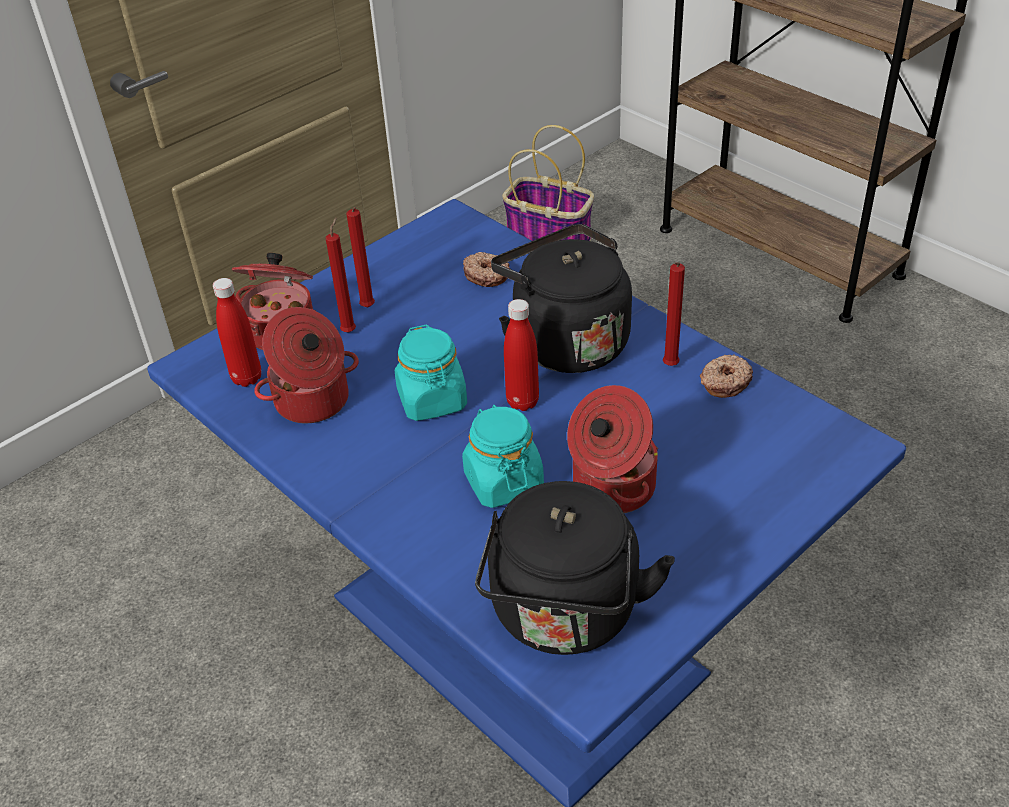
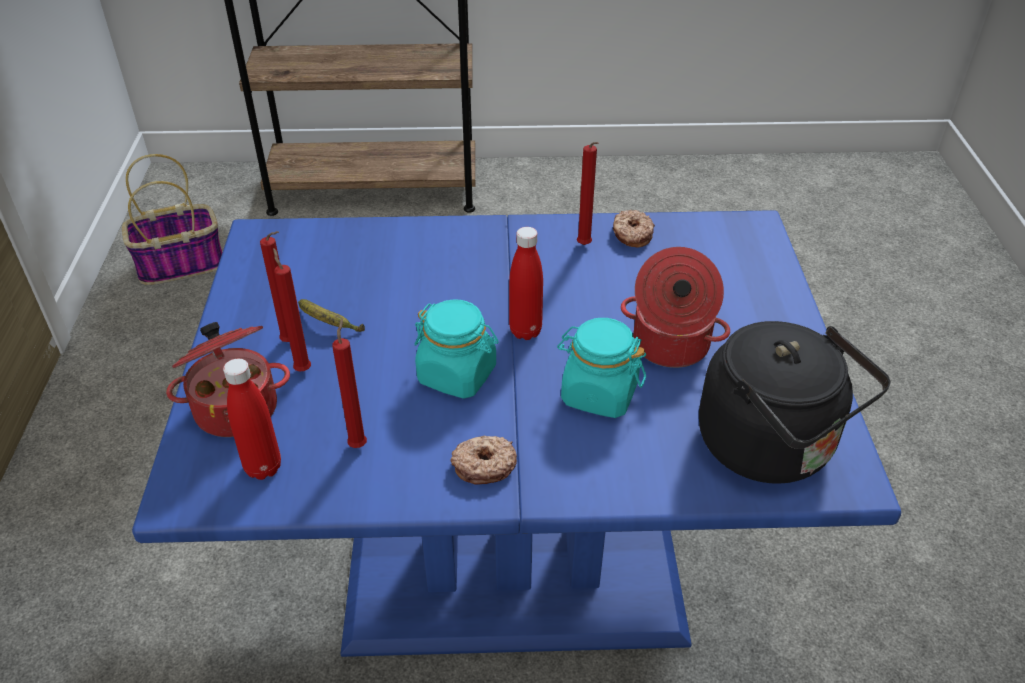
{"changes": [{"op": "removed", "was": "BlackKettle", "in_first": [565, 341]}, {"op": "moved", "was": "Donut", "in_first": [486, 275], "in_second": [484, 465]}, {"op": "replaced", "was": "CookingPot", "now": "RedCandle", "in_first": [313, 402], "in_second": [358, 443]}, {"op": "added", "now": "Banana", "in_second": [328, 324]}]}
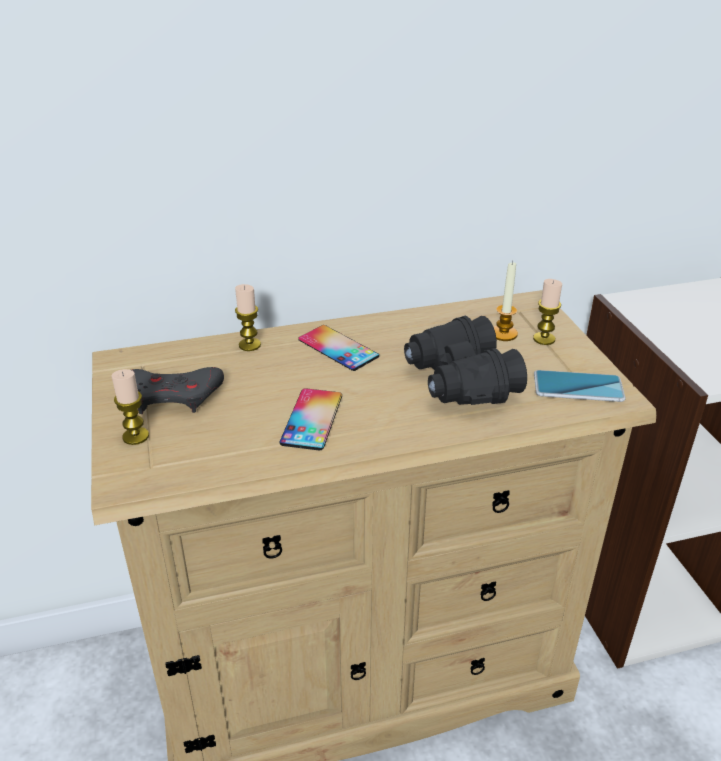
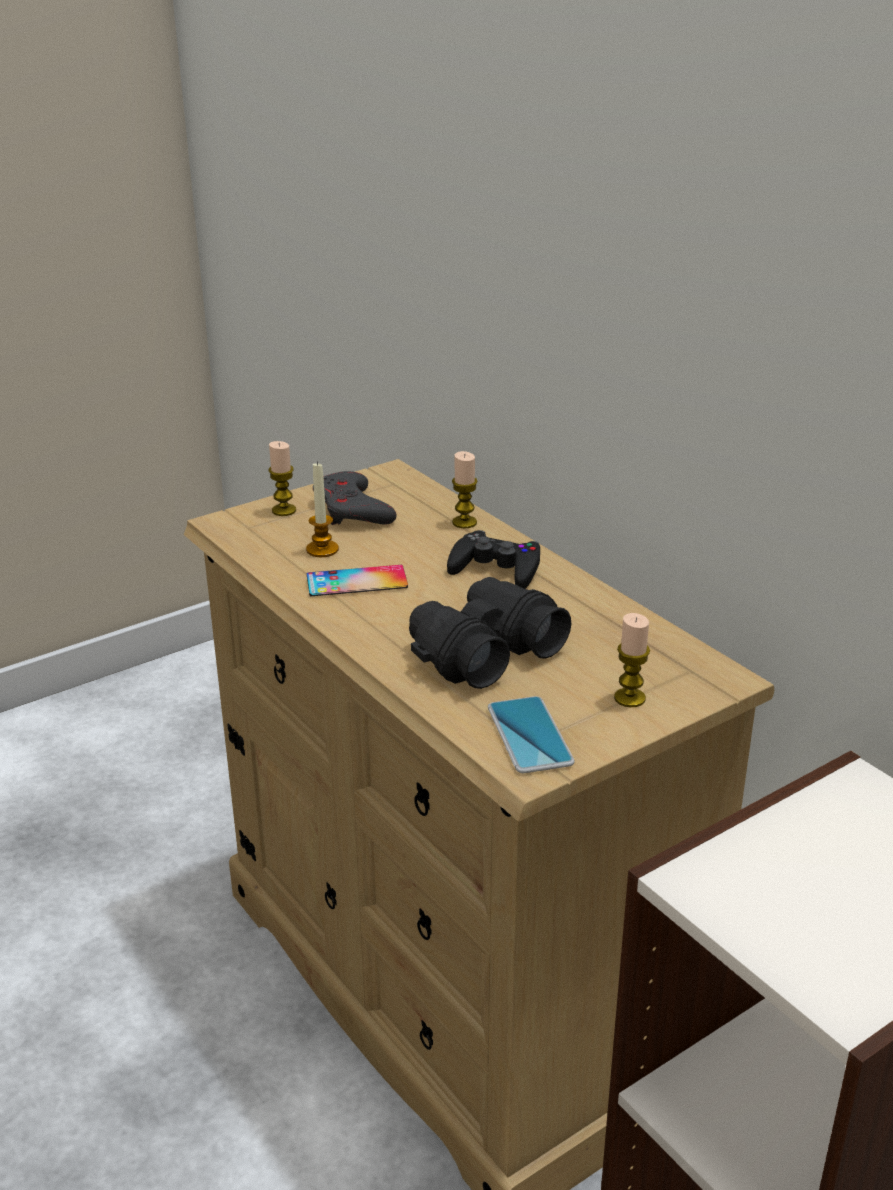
{"changes": [{"op": "moved", "was": "Candle", "in_first": [503, 334], "in_second": [322, 549]}, {"op": "replaced", "was": "Phone", "now": "BlackGameController", "in_first": [338, 348], "in_second": [496, 569]}]}
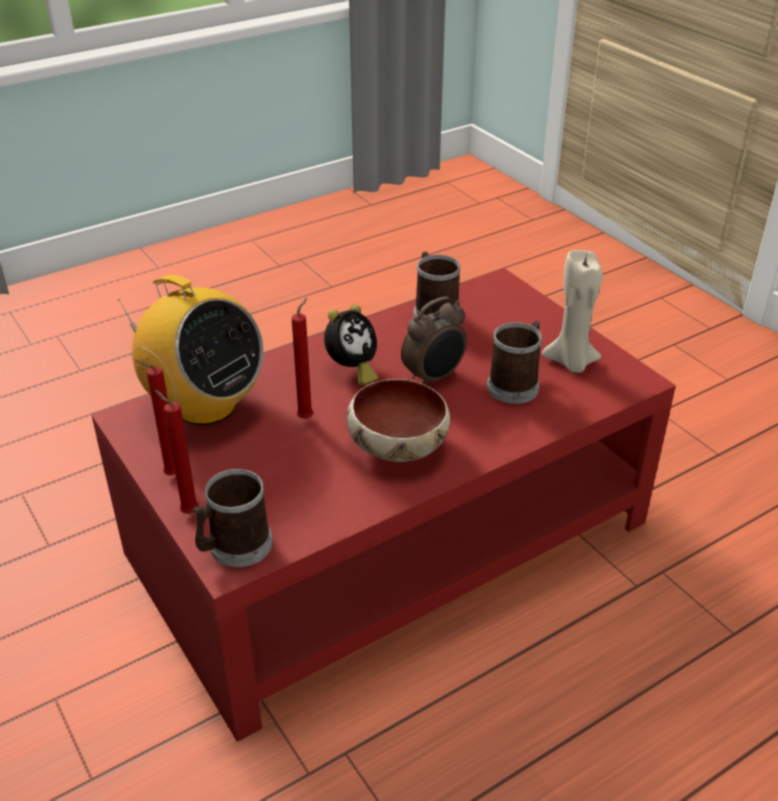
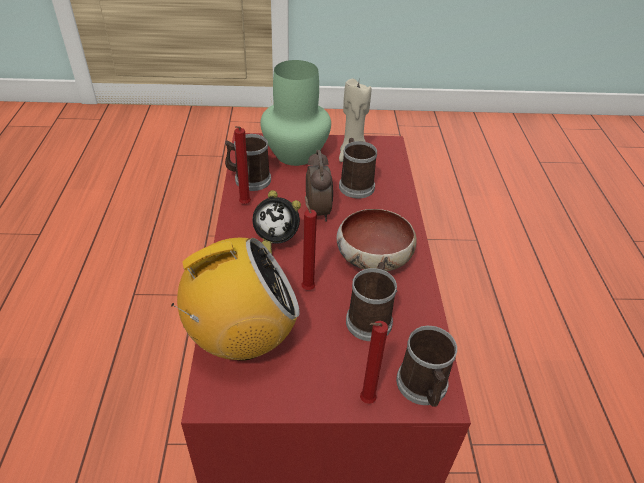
{"changes": [{"op": "turned", "was": "AlarmClock", "in_first": [352, 370], "in_second": [275, 242], "clockwise": 120}, {"op": "moved", "was": "RedCandle", "in_first": [170, 475], "in_second": [244, 205]}, {"op": "added", "now": "GreenVase", "in_second": [294, 154]}, {"op": "added", "now": "Mug", "in_second": [370, 318]}]}
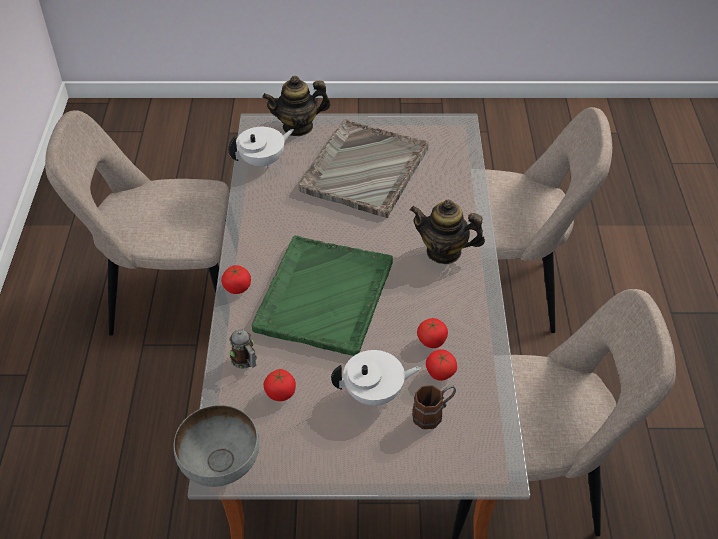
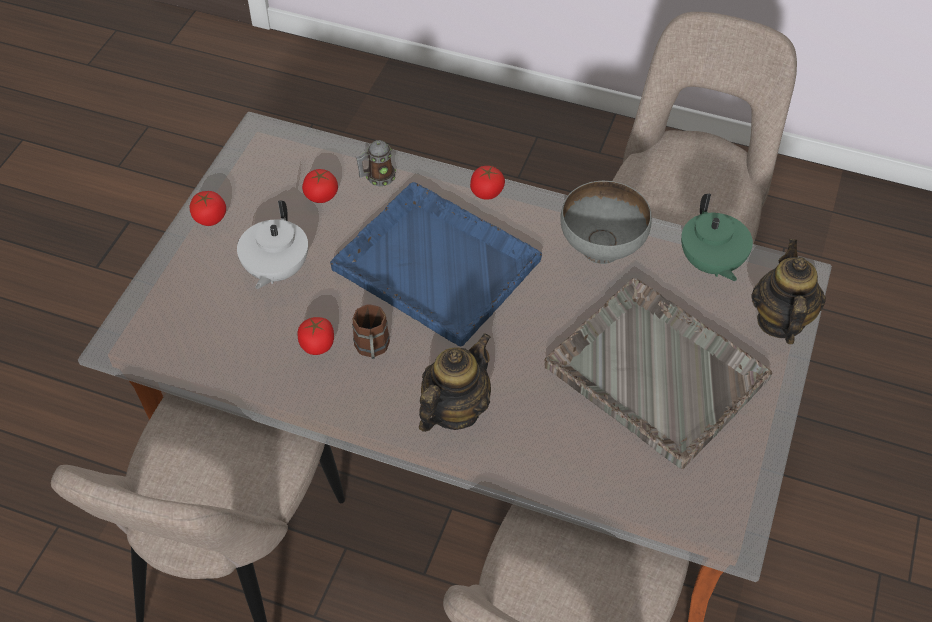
{"changes": [{"op": "recoloured", "was": "WhiteTeapot", "now": "GreenTeapot", "in_first": [263, 161], "in_second": [710, 263]}, {"op": "recoloured", "was": "GreenTray", "now": "BlueTray", "in_first": [323, 297], "in_second": [435, 263]}, {"op": "moved", "was": "Tomato", "in_first": [440, 372], "in_second": [210, 218]}, {"op": "moved", "was": "BrownMug", "in_first": [433, 414], "in_second": [372, 350]}, {"op": "moved", "was": "GreyBowl", "in_first": [221, 466], "in_second": [602, 248]}]}
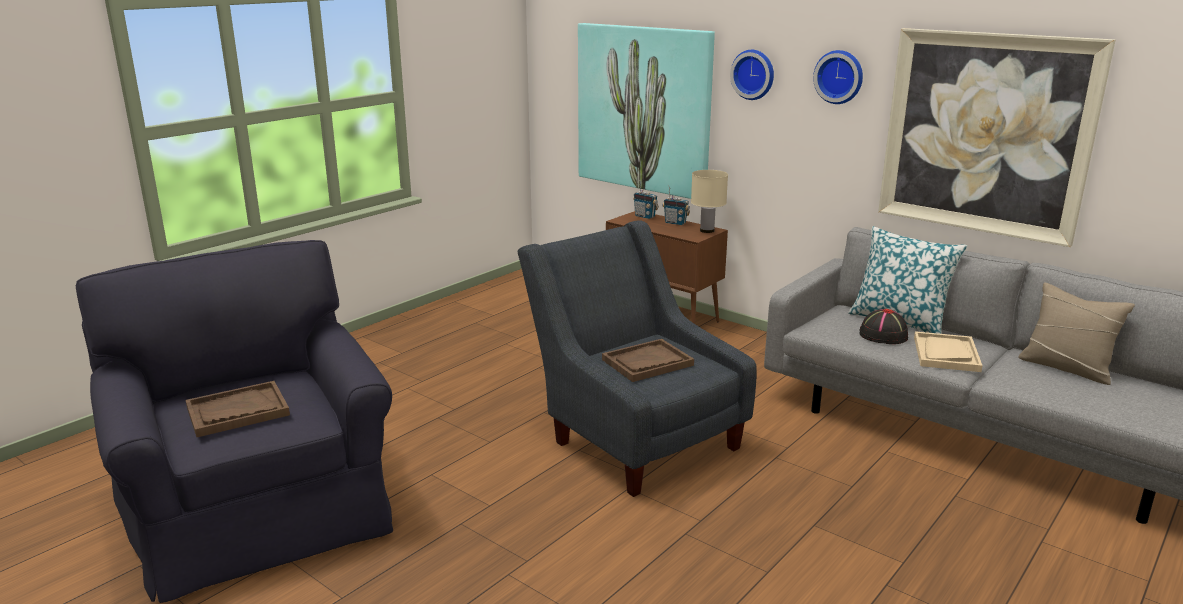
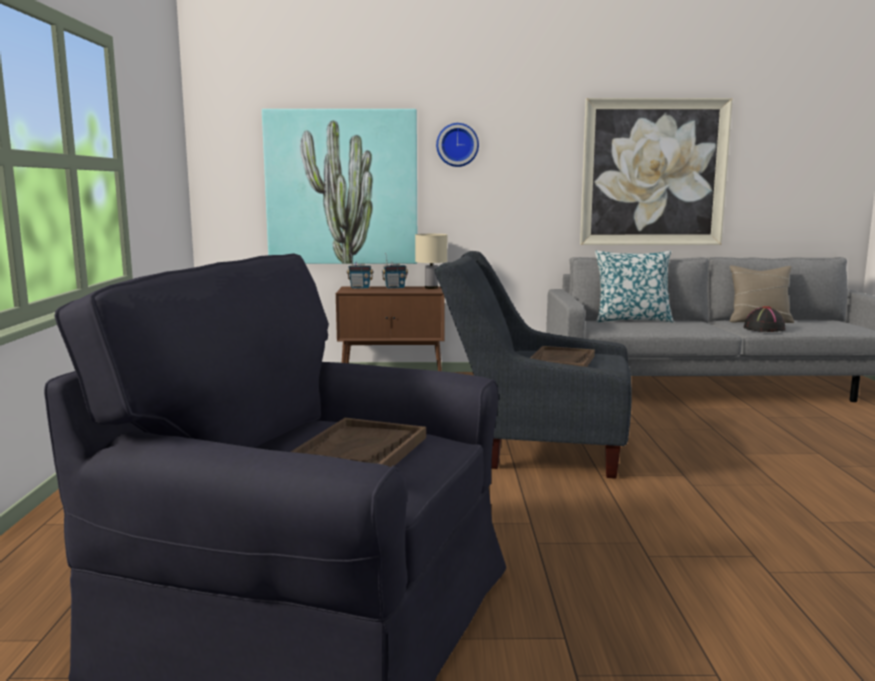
{"changes": [{"op": "removed", "was": "WallClock", "in_first": [839, 76]}, {"op": "moved", "was": "BlackHat", "in_first": [882, 335], "in_second": [763, 329]}, {"op": "removed", "was": "BeigeTray", "in_first": [946, 354]}]}
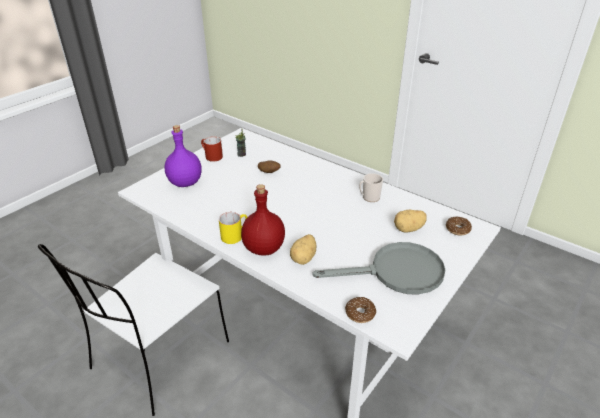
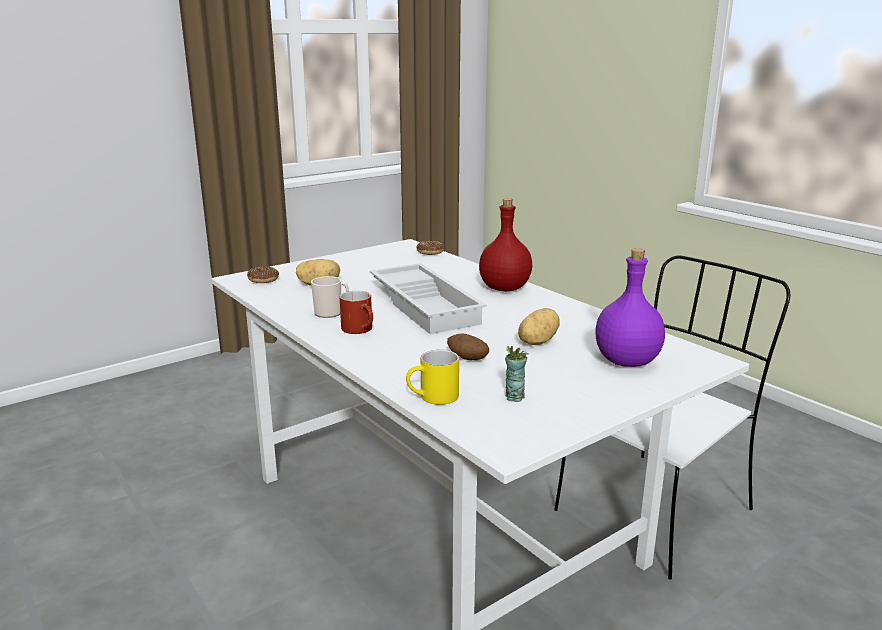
{"changes": [{"op": "moved", "was": "RedMug", "in_first": [211, 156], "in_second": [361, 330]}, {"op": "moved", "was": "YellowMug", "in_first": [235, 235], "in_second": [433, 398]}, {"op": "moved", "was": "Potato", "in_first": [304, 258], "in_second": [536, 342]}, {"op": "removed", "was": "GreyFryingPan", "in_first": [396, 273]}, {"op": "added", "now": "WhiteTray", "in_second": [427, 305]}]}
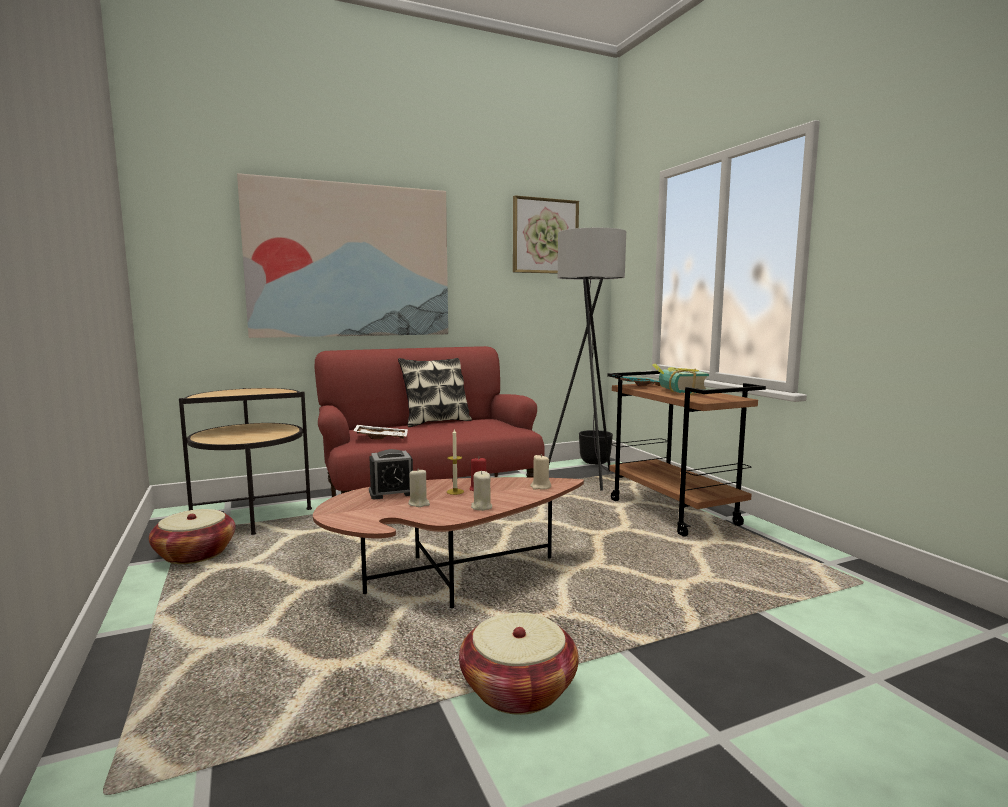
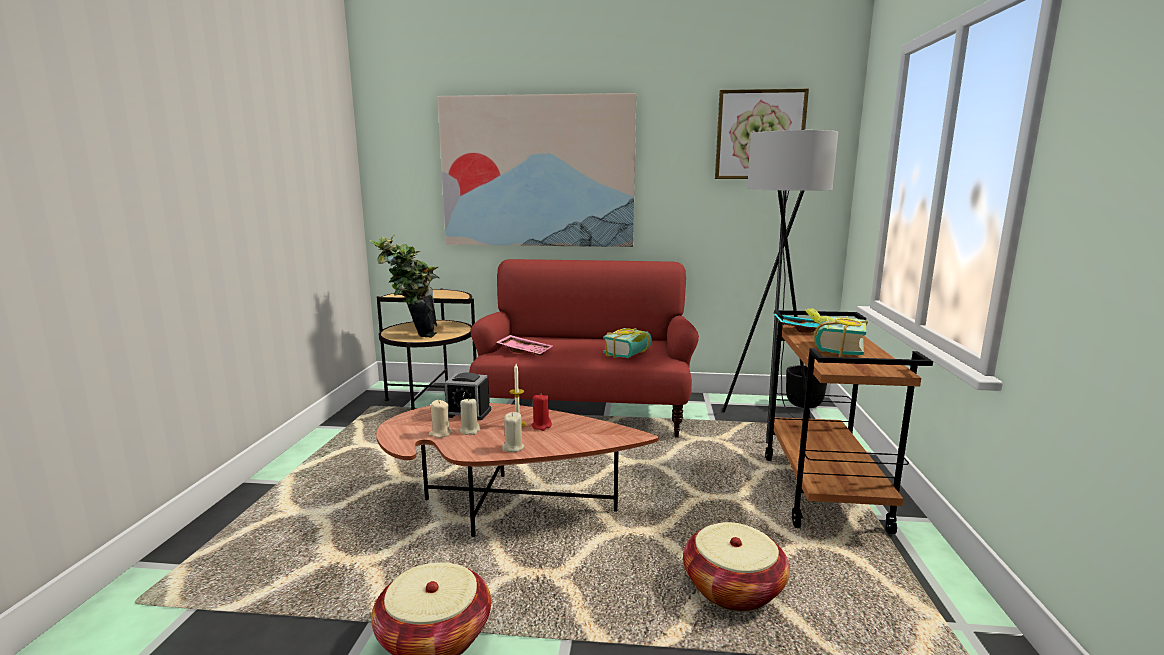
{"changes": [{"op": "removed", "was": "Pillow", "in_first": [436, 422]}, {"op": "recoloured", "was": "WhiteTray", "now": "PinkTray", "in_first": [381, 438], "in_second": [525, 351]}, {"op": "moved", "was": "BeigeCandle", "in_first": [540, 487], "in_second": [440, 433]}, {"op": "moved", "was": "Basket", "in_first": [195, 554], "in_second": [733, 588]}, {"op": "added", "now": "PottedPlant", "in_second": [411, 336]}, {"op": "added", "now": "Book", "in_second": [631, 354]}]}
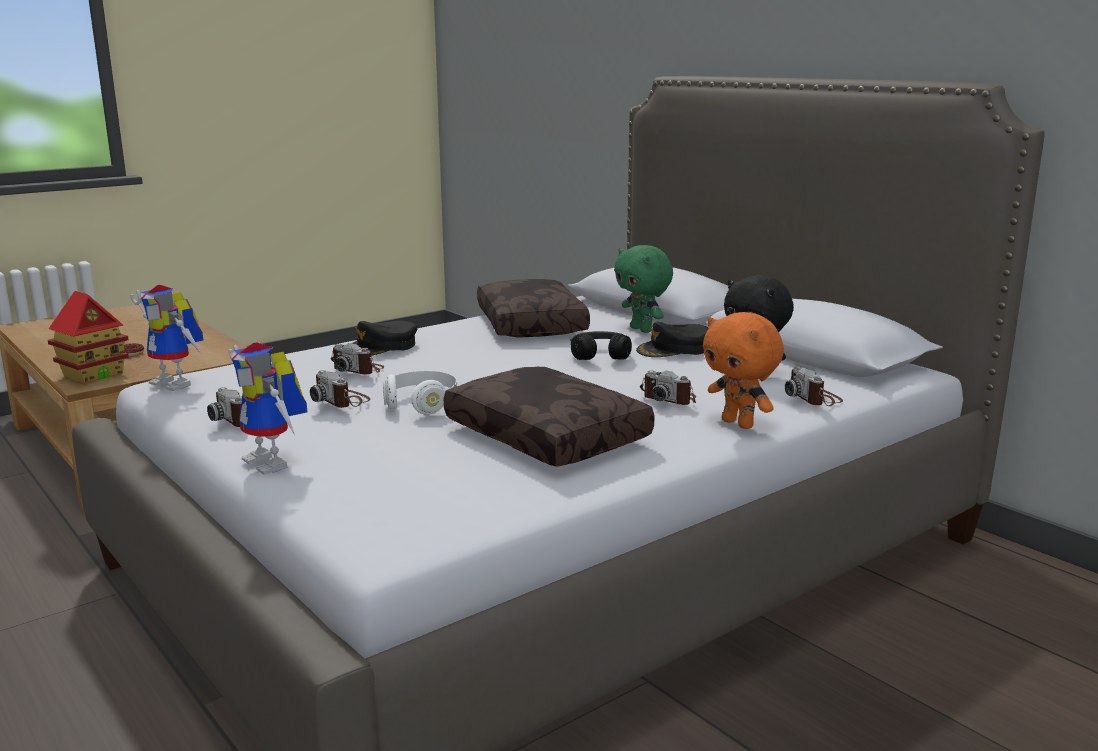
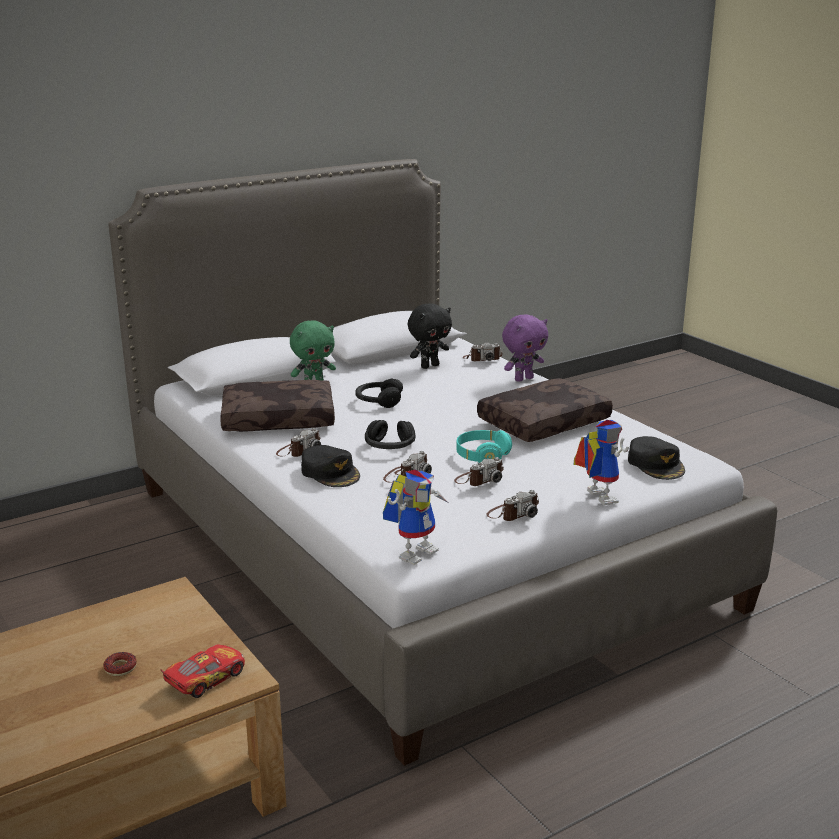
{"changes": [{"op": "replaced", "was": "ToyHouse", "now": "ToyCar", "in_first": [94, 375], "in_second": [205, 679]}, {"op": "recoloured", "was": "OrangePlushToy", "now": "PurplePlushToy", "in_first": [739, 424], "in_second": [523, 379]}, {"op": "moved", "was": "BlackCap", "in_first": [674, 349], "in_second": [656, 464]}, {"op": "turned", "was": "ToyRobot", "in_first": [275, 463], "in_second": [595, 496], "clockwise": -75}, {"op": "moved", "was": "PhotoCamera", "in_first": [670, 399], "in_second": [299, 451]}, {"op": "recoloured", "was": "WhiteHeadphones", "now": "TurquoiseHeadphones", "in_first": [422, 404], "in_second": [482, 456]}, {"op": "added", "now": "BlackHeadphones", "in_second": [389, 446]}]}
